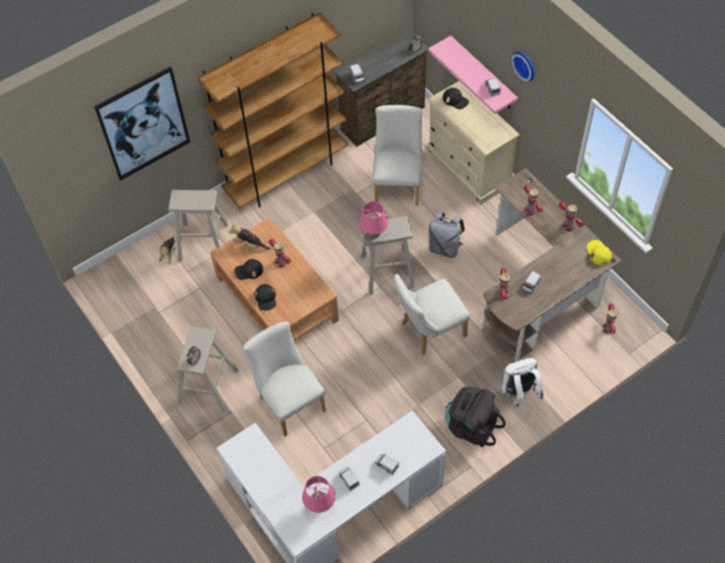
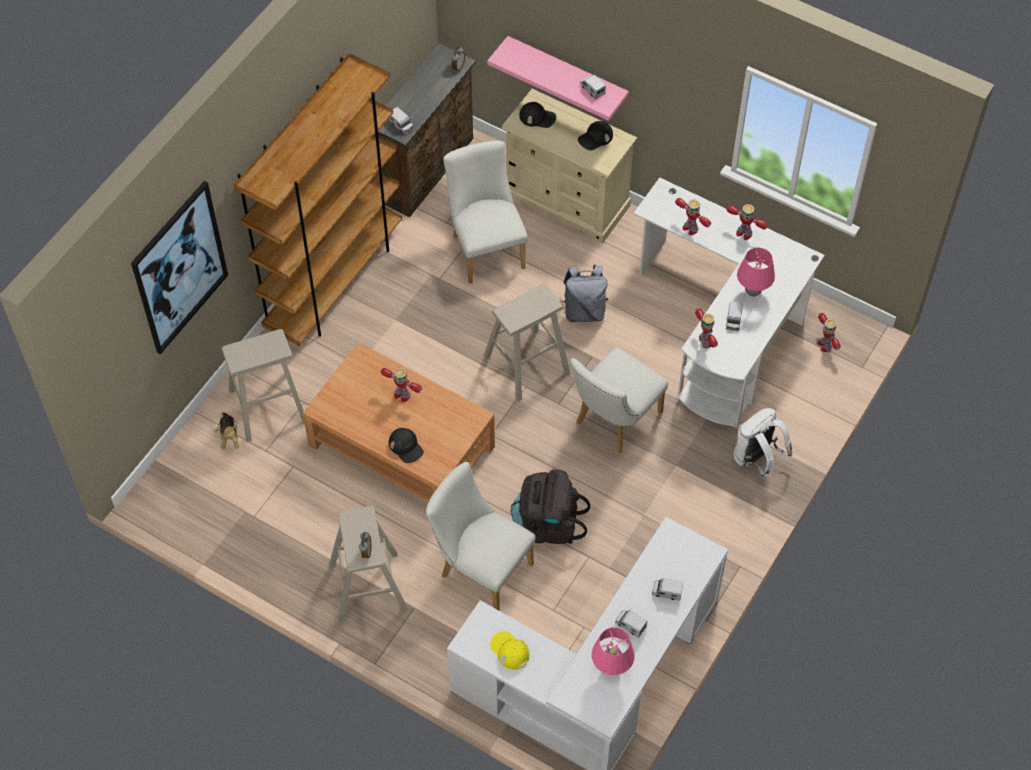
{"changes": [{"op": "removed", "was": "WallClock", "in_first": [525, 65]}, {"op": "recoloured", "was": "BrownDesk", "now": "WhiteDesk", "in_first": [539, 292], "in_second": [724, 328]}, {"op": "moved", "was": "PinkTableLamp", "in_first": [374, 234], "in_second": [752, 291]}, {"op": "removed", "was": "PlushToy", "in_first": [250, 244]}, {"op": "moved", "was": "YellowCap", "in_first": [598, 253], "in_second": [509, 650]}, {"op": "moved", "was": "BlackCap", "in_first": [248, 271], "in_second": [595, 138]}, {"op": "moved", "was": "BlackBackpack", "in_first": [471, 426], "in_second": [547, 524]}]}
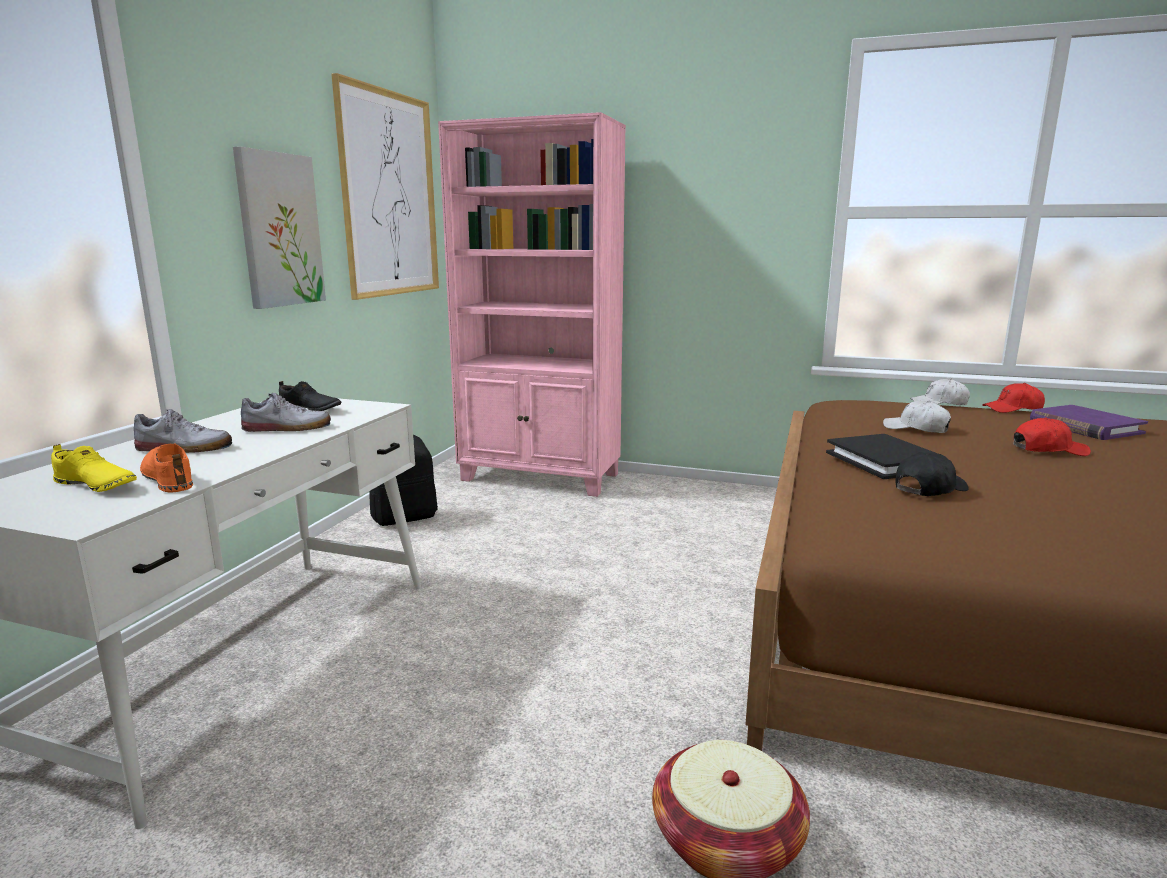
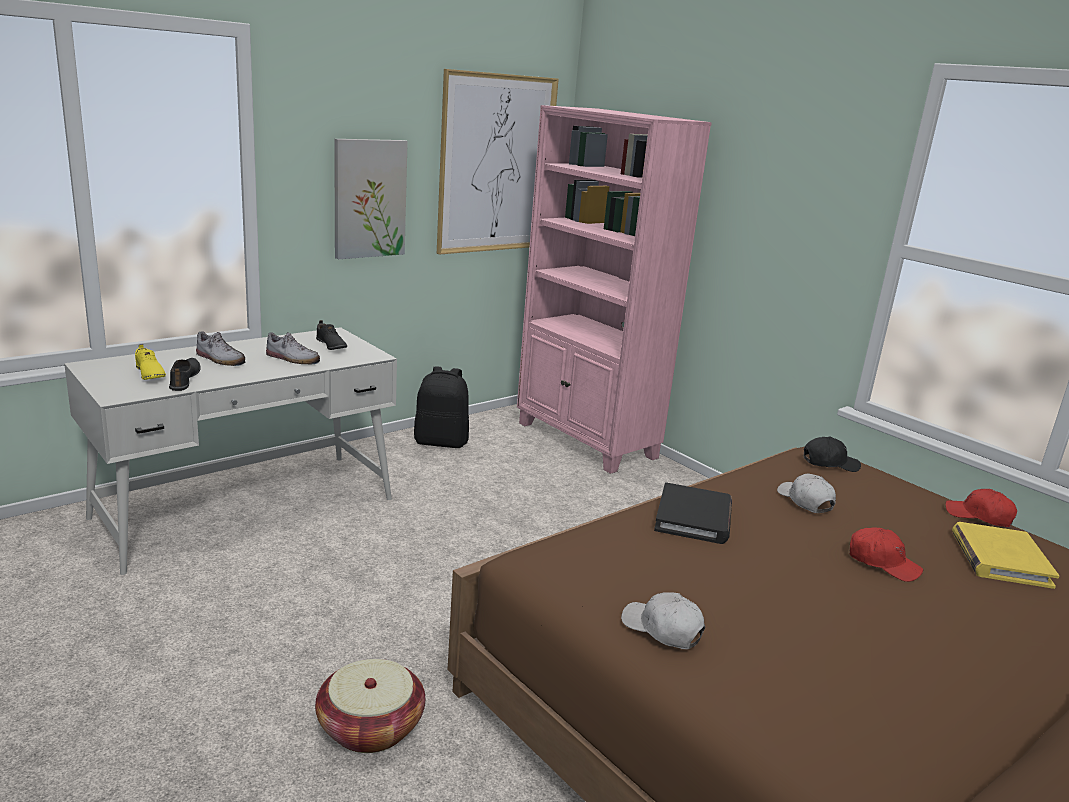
{"changes": [{"op": "moved", "was": "WhiteCap", "in_first": [939, 403], "in_second": [662, 629]}, {"op": "recoloured", "was": "PurpleBook", "now": "YellowBook", "in_first": [1084, 427], "in_second": [999, 559]}, {"op": "recoloured", "was": "OrangeShoe", "now": "BlackShoe", "in_first": [169, 477], "in_second": [185, 379]}, {"op": "moved", "was": "BlackCap", "in_first": [929, 488], "in_second": [829, 463]}]}
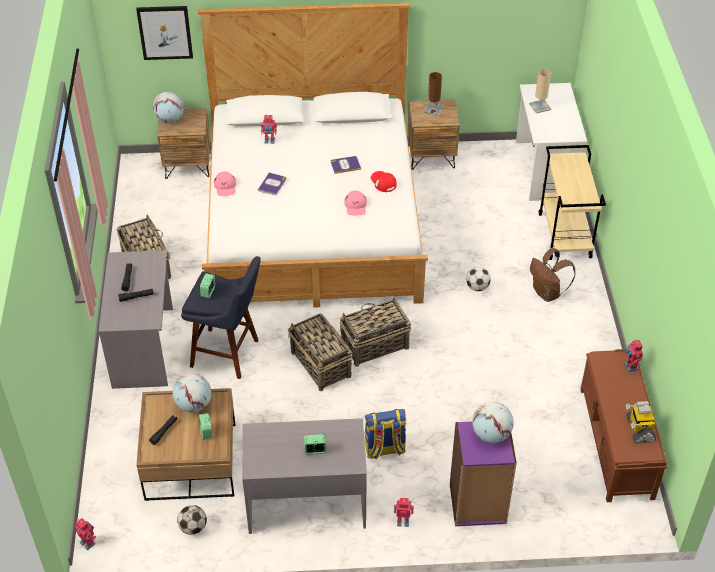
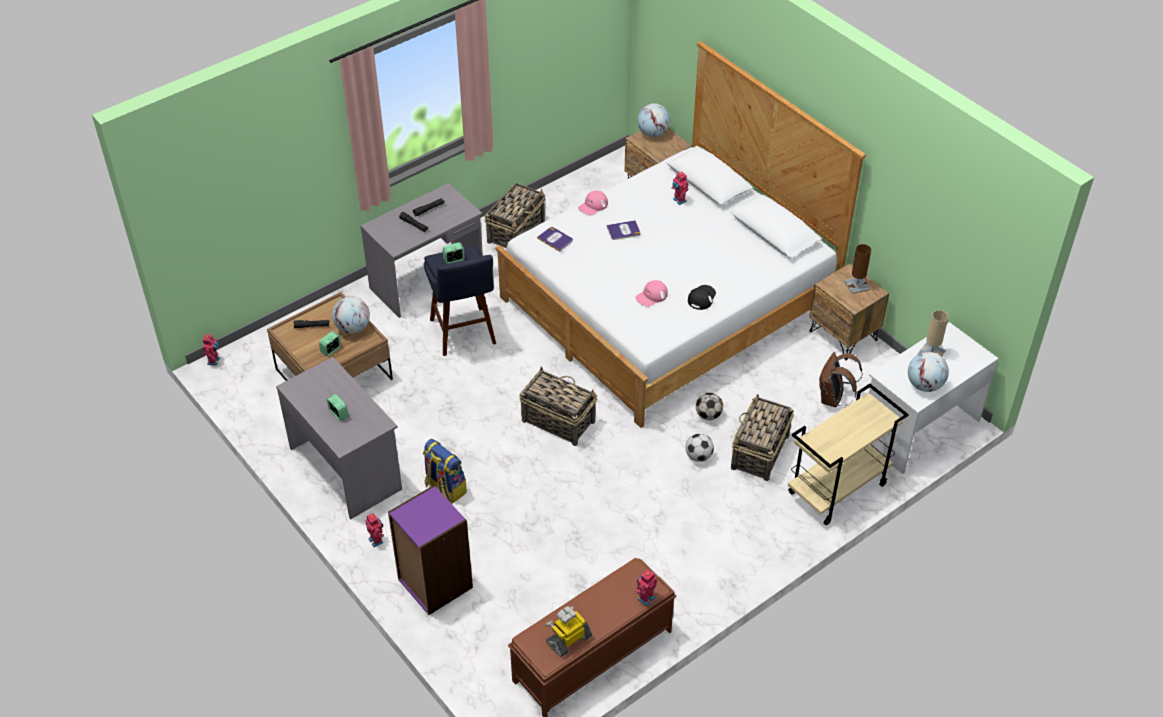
{"changes": [{"op": "removed", "was": "Picture", "in_first": [165, 32]}, {"op": "moved", "was": "Book", "in_first": [345, 165], "in_second": [555, 239]}, {"op": "recoloured", "was": "RedCap", "now": "BlackCap", "in_first": [383, 182], "in_second": [701, 298]}, {"op": "moved", "was": "BrownBackpack", "in_first": [547, 293], "in_second": [833, 399]}, {"op": "moved", "was": "Basket", "in_first": [321, 365], "in_second": [759, 453]}, {"op": "moved", "was": "Globe", "in_first": [491, 434], "in_second": [924, 385]}, {"op": "moved", "was": "Football", "in_first": [193, 527], "in_second": [708, 415]}]}
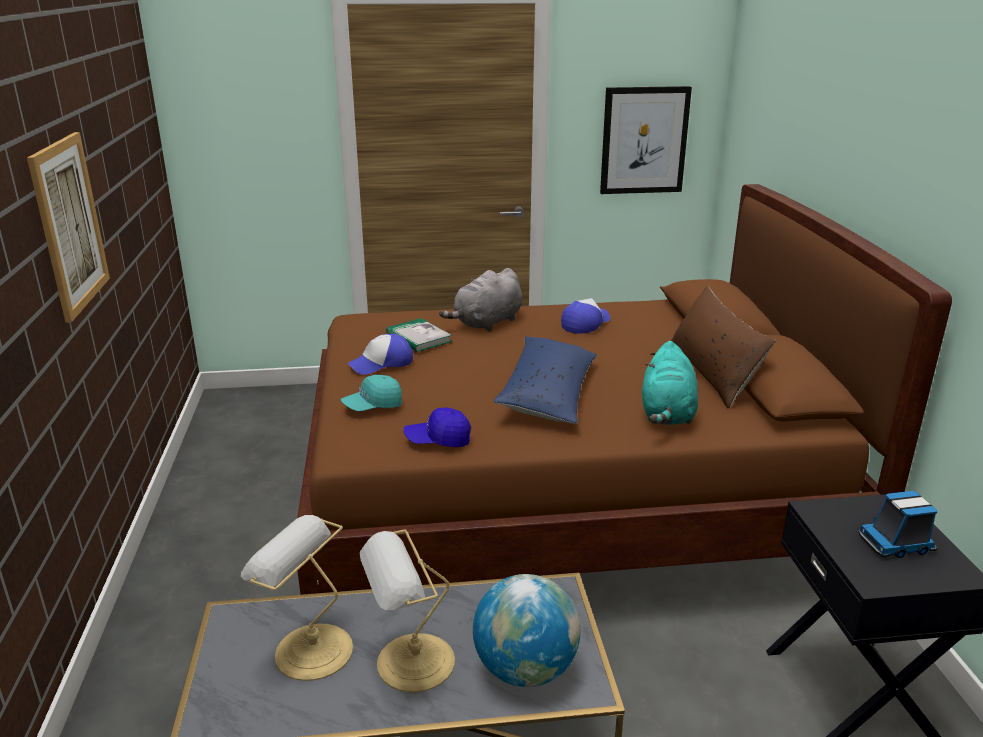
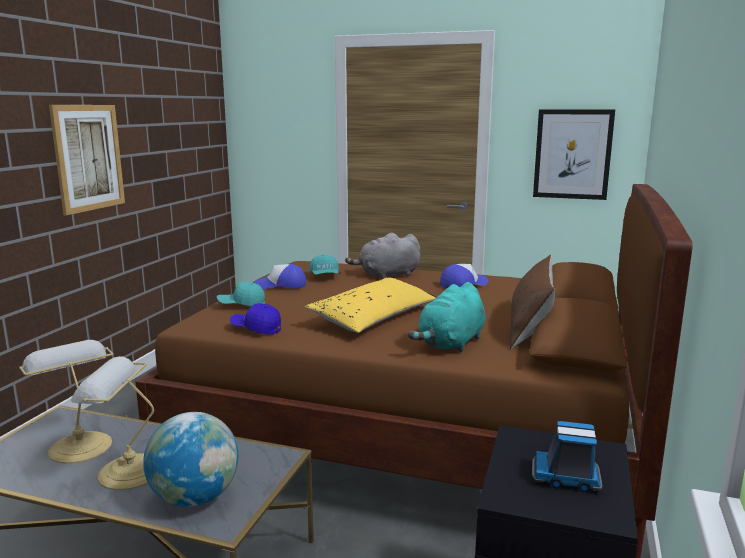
{"changes": [{"op": "replaced", "was": "Book", "now": "TurquoiseCap", "in_first": [418, 338], "in_second": [325, 275]}, {"op": "recoloured", "was": "BluePillow", "now": "YellowPillow", "in_first": [548, 393], "in_second": [373, 317]}]}
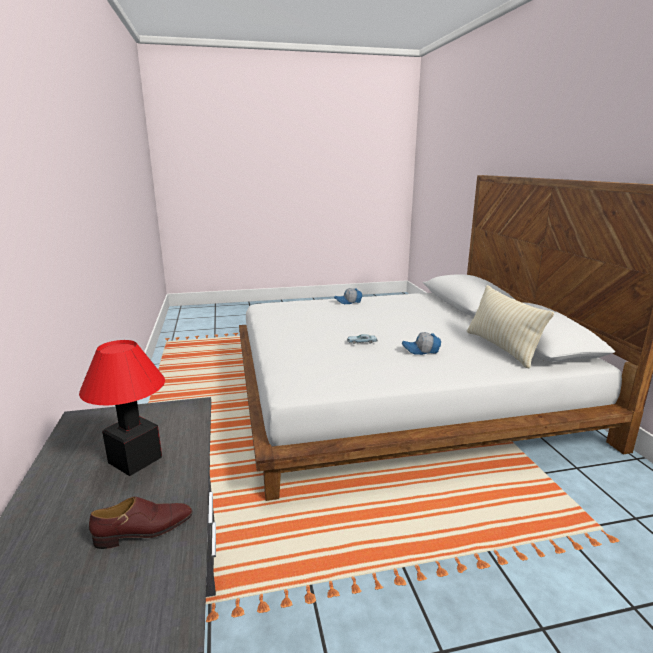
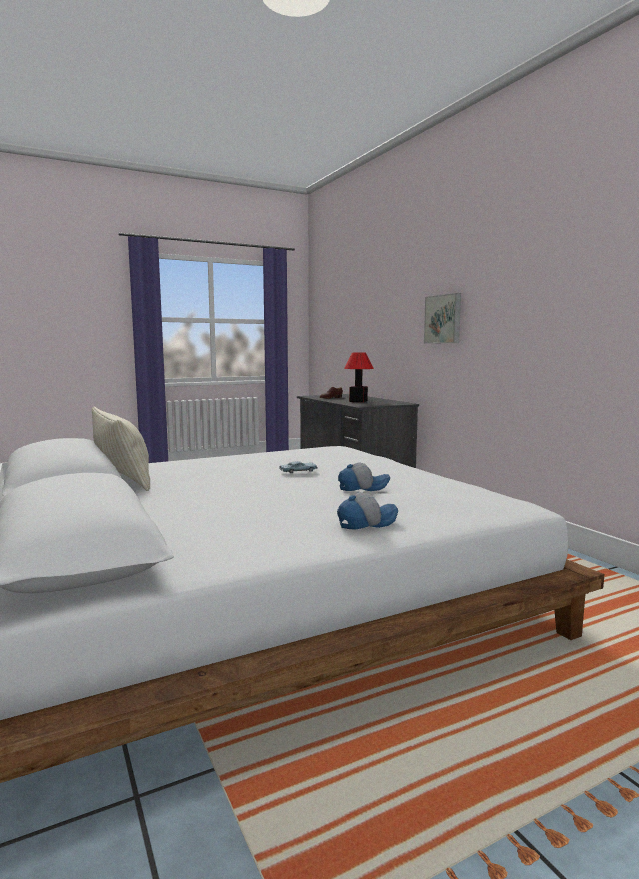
{"changes": [{"op": "moved", "was": "Cap", "in_first": [421, 350], "in_second": [363, 487]}, {"op": "added", "now": "Picture", "in_second": [443, 319]}]}
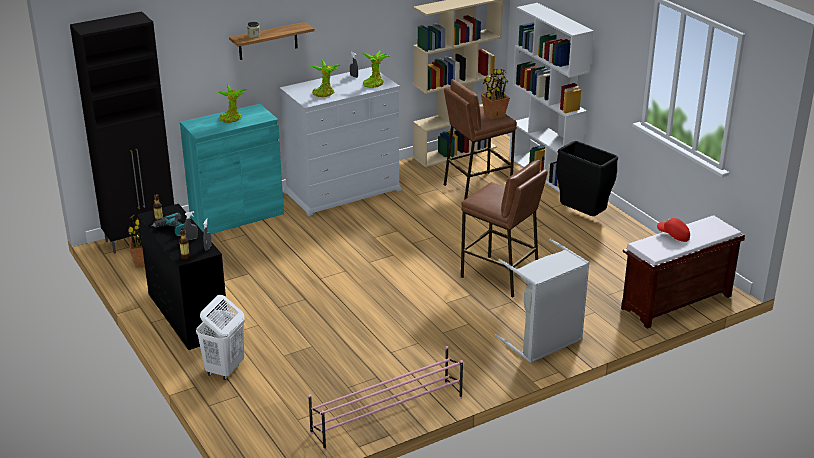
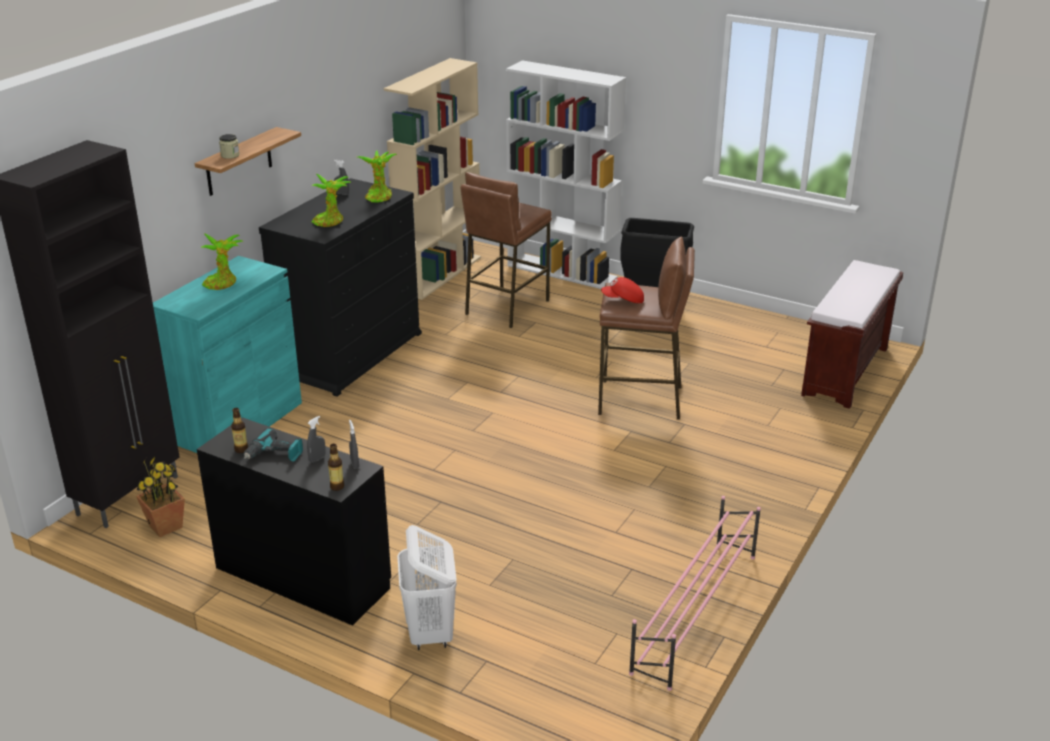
{"changes": [{"op": "recoloured", "was": "WhiteDresser", "now": "BlackDresser", "in_first": [343, 191], "in_second": [350, 353]}, {"op": "removed", "was": "PottedPlant", "in_first": [494, 116]}, {"op": "moved", "was": "RedCap", "in_first": [673, 236], "in_second": [623, 300]}, {"op": "removed", "was": "GreyLaundryBasket", "in_first": [544, 343]}]}
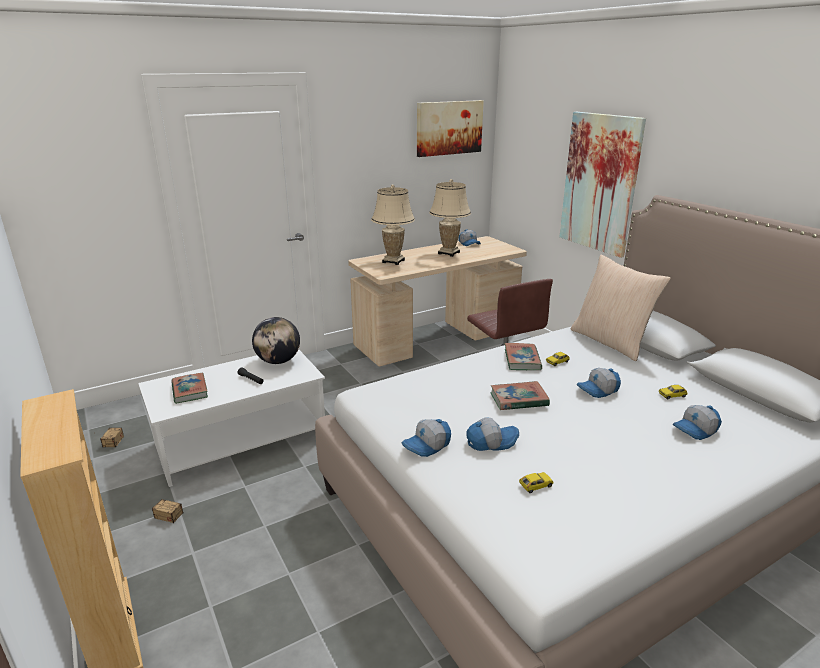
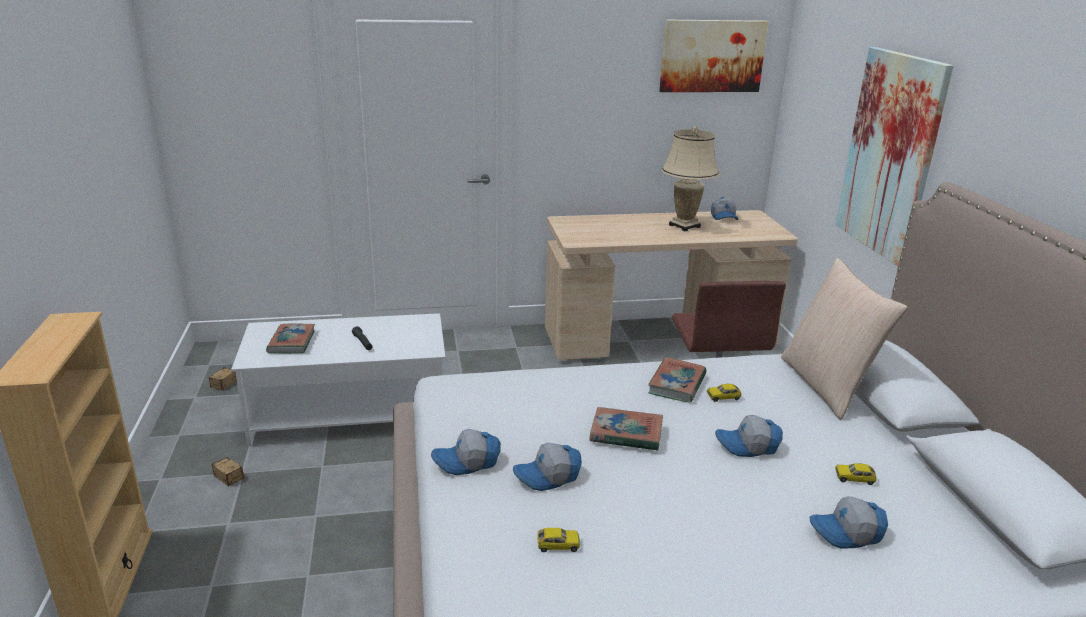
{"changes": [{"op": "removed", "was": "BeigeTableLamp", "in_first": [393, 261]}, {"op": "removed", "was": "Globe", "in_first": [278, 361]}, {"op": "turned", "was": "Cap", "in_first": [491, 441], "in_second": [548, 477], "clockwise": 150}]}
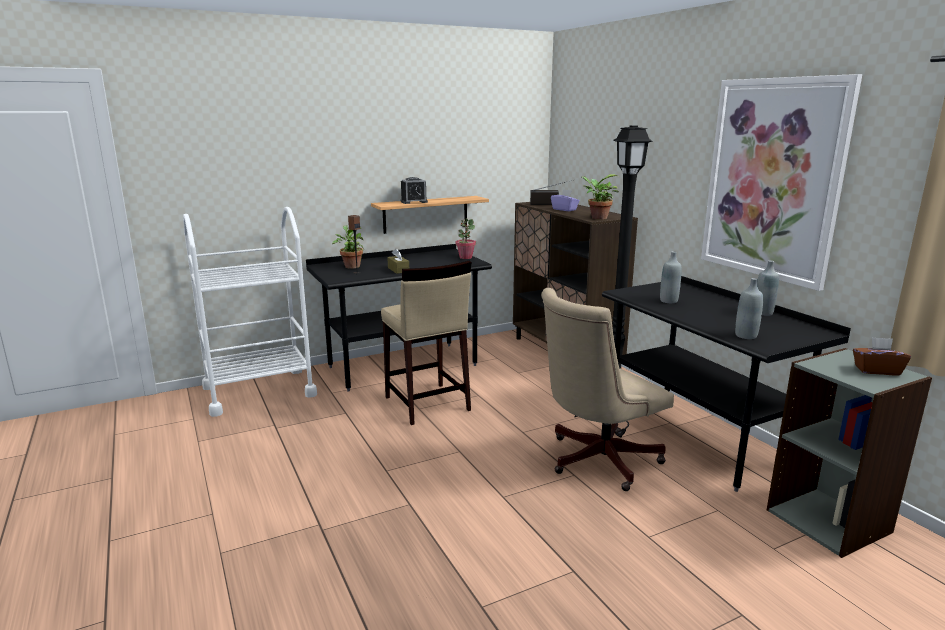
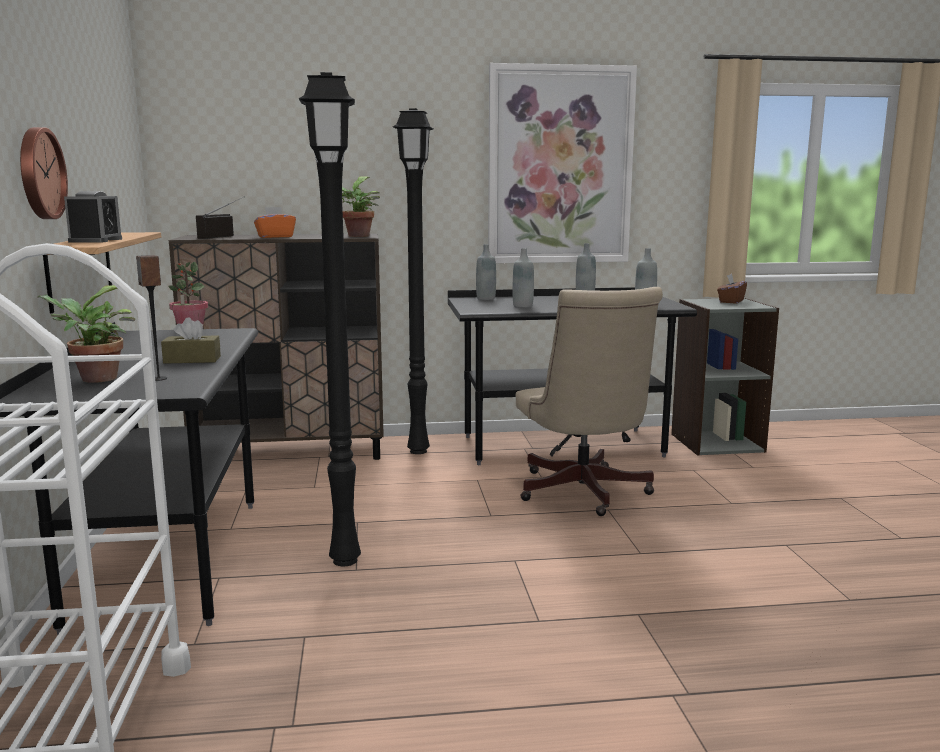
{"changes": [{"op": "recoloured", "was": "PurpleTissueBox", "now": "OrangeTissueBox", "in_first": [564, 209], "in_second": [275, 237]}, {"op": "replaced", "was": "BeigeStool", "now": "BlackFloorLamp", "in_first": [426, 404], "in_second": [347, 561]}, {"op": "added", "now": "WallClock", "in_second": [39, 173]}, {"op": "added", "now": "GreyBottle", "in_second": [486, 298]}]}
